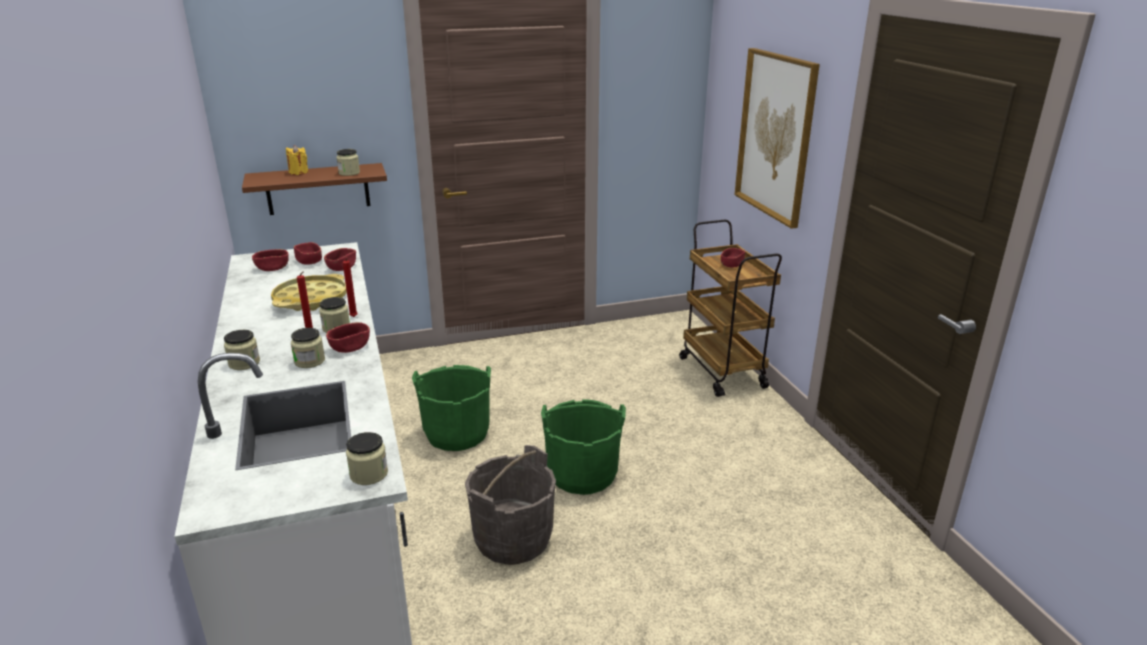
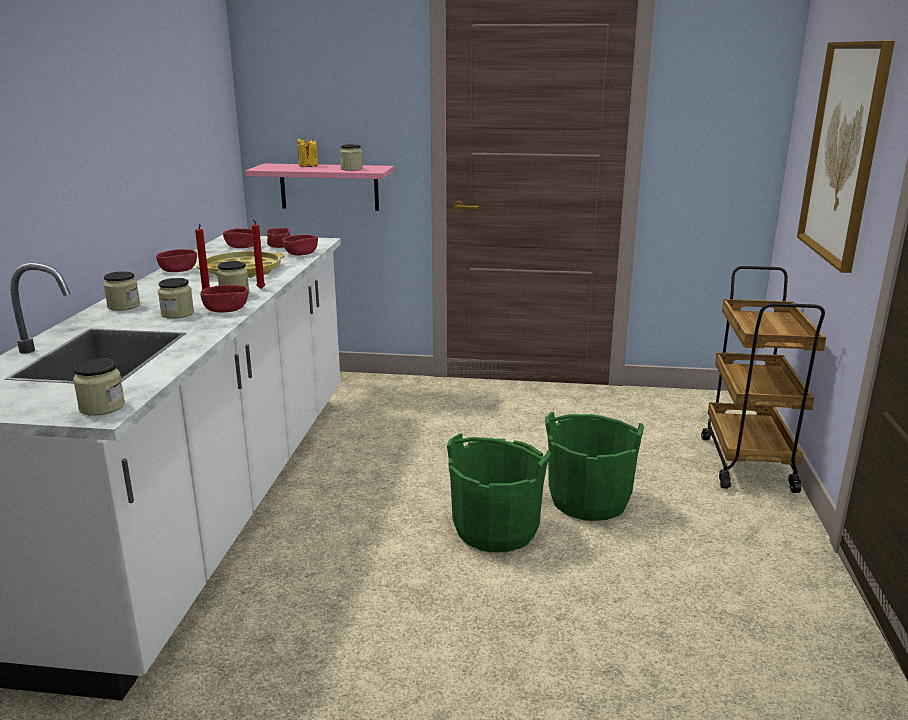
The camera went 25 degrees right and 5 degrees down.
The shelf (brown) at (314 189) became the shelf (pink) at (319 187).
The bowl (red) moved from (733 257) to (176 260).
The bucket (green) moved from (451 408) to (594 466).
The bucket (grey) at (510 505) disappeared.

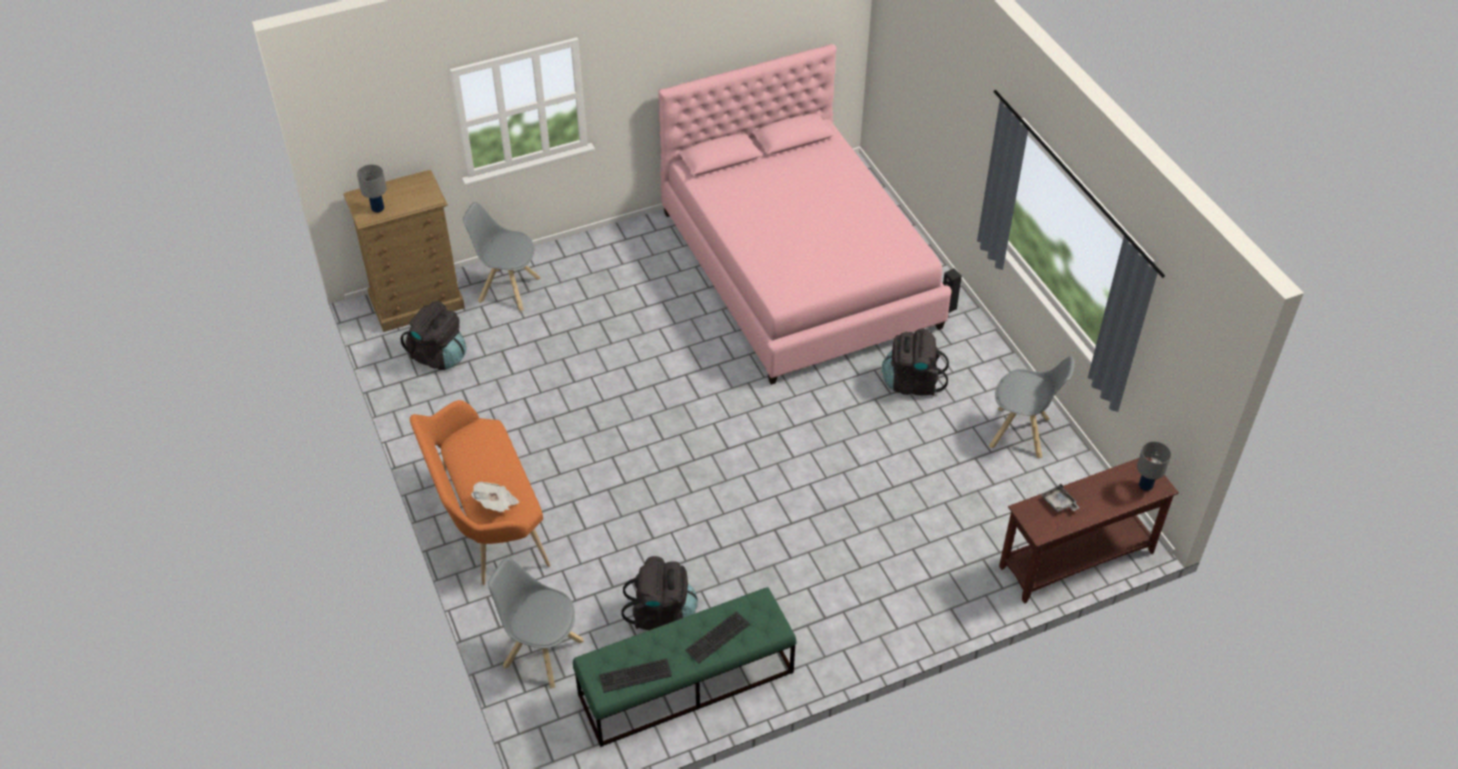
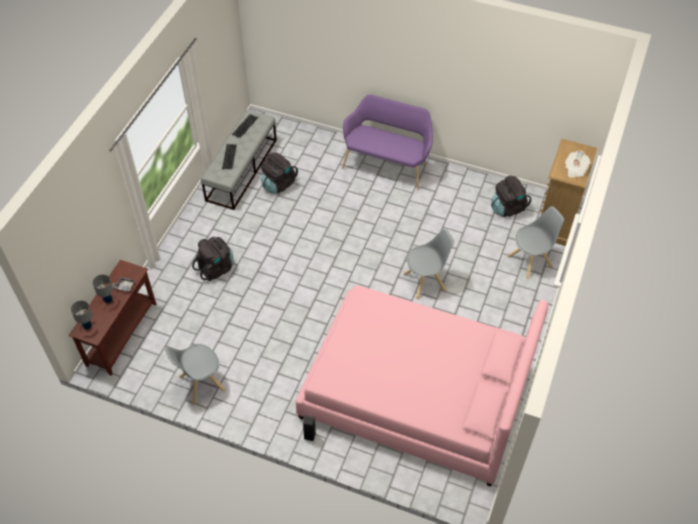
The camera went 135 degrees right and 5 degrees up.
The table lamp (grey) moved from (372 188) to (102 288).
The backpack (black) moved from (915 362) to (213 259).
The bench (orange) at (480 492) became the bench (purple) at (387 143).
The newspaper moved from (495 497) to (577 163).
The chair (grey) moved from (536 623) to (429 264).
The bench (green) at (685 667) became the bench (grey) at (239 160).

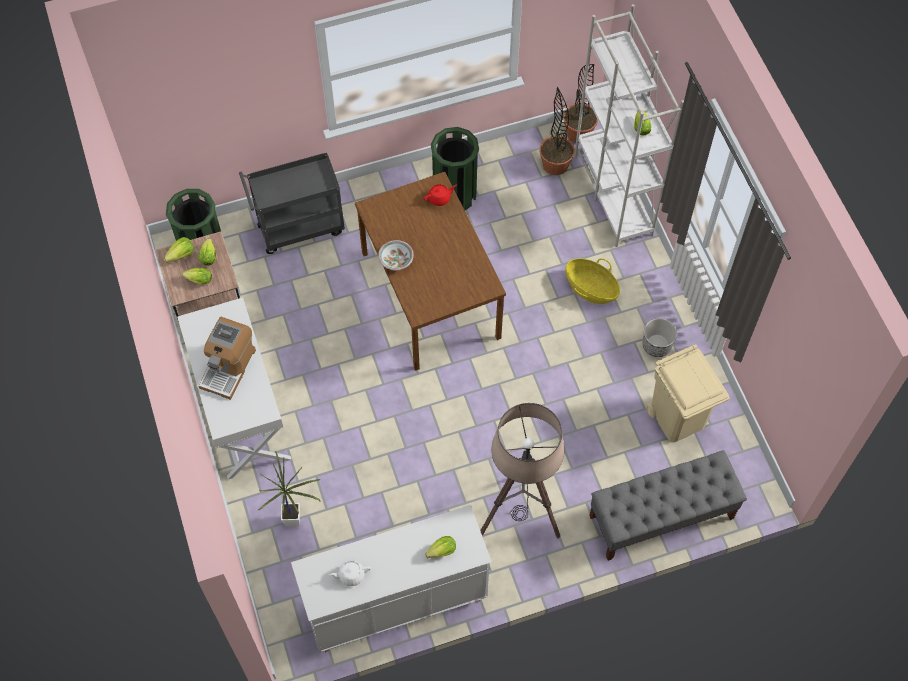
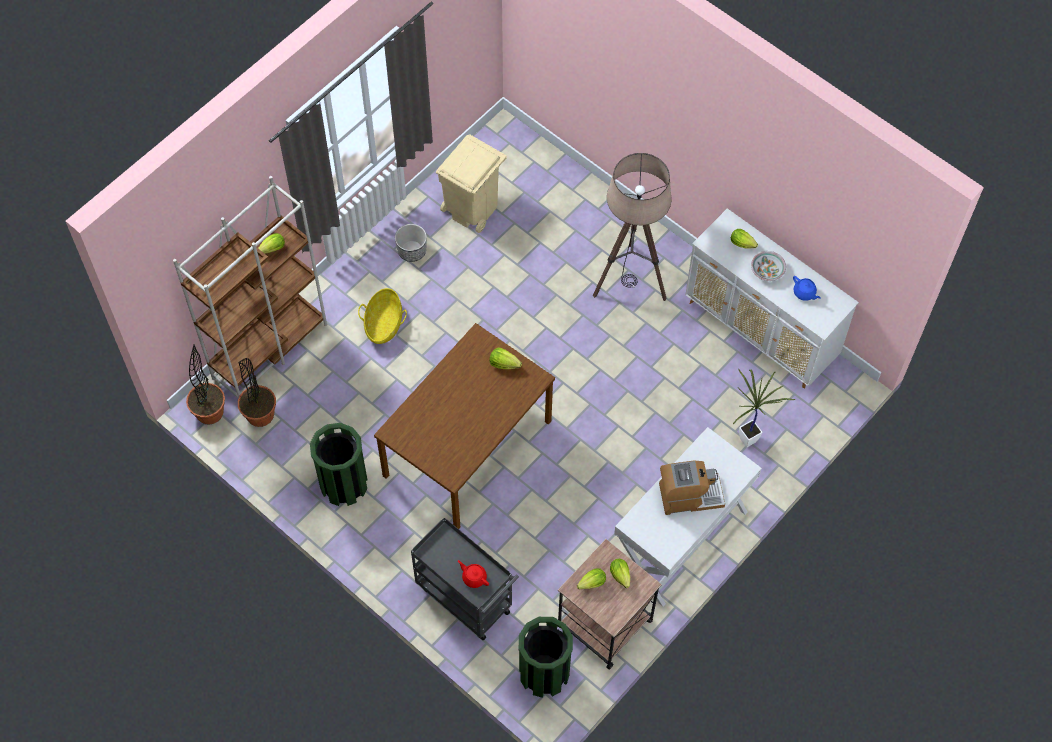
The camera went 120 degrees left and 0 degrees up.
The bookcase (white) at (629 125) became the bookcase (brown) at (250 287).
The teapot (red) moved from (440 195) to (473 574).
The lettuce moved from (179 250) to (505 358).
The bowl moved from (396 255) to (768 266).
The bench (grey) at (668 505) disappeared.
The teapot (white) at (350 573) became the teapot (blue) at (807 288).

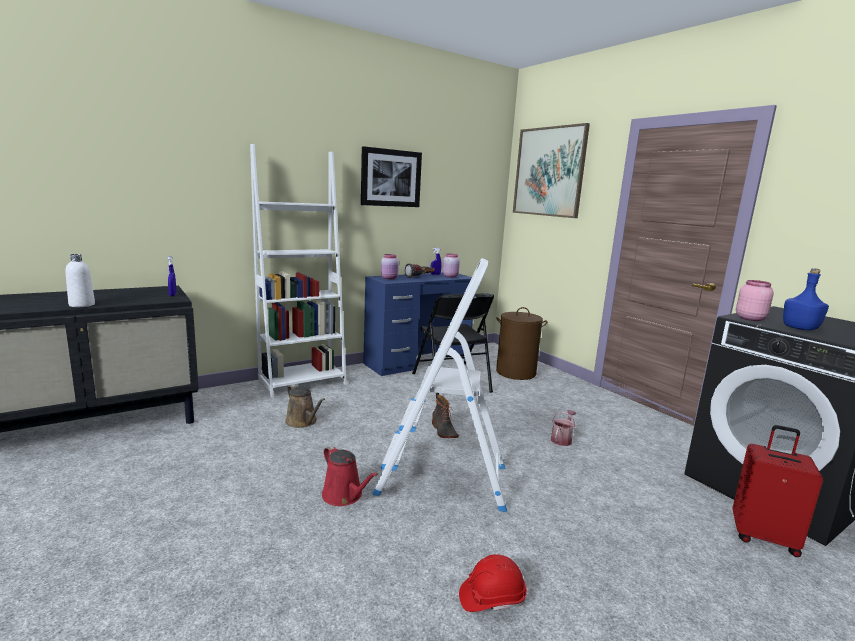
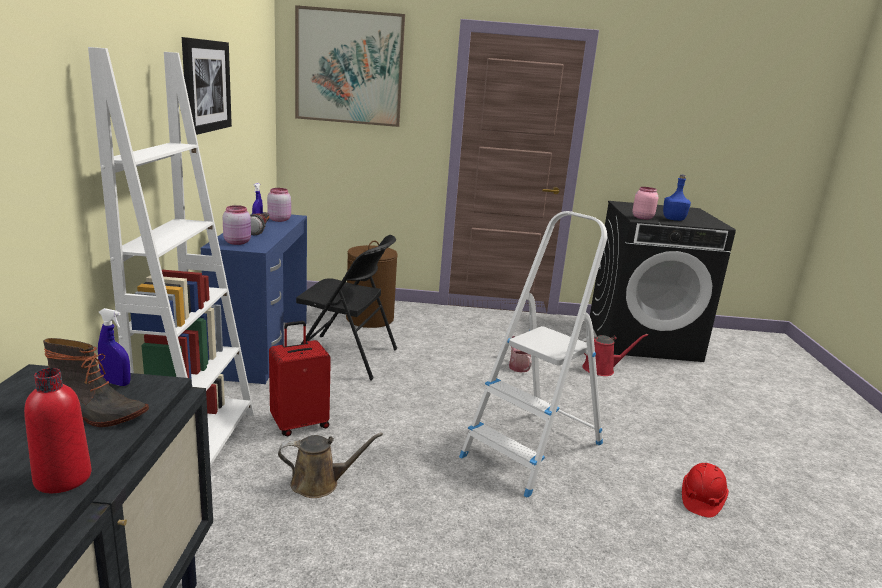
The camera went 55 degrees left and 5 degrees up.
The bottle (white) at (80 280) became the bottle (red) at (58 430).
The boot moved from (445 416) to (96 382).
The suitcase (red) moved from (777 491) to (300 378).
The watering can (red) moved from (350 475) to (614 355).

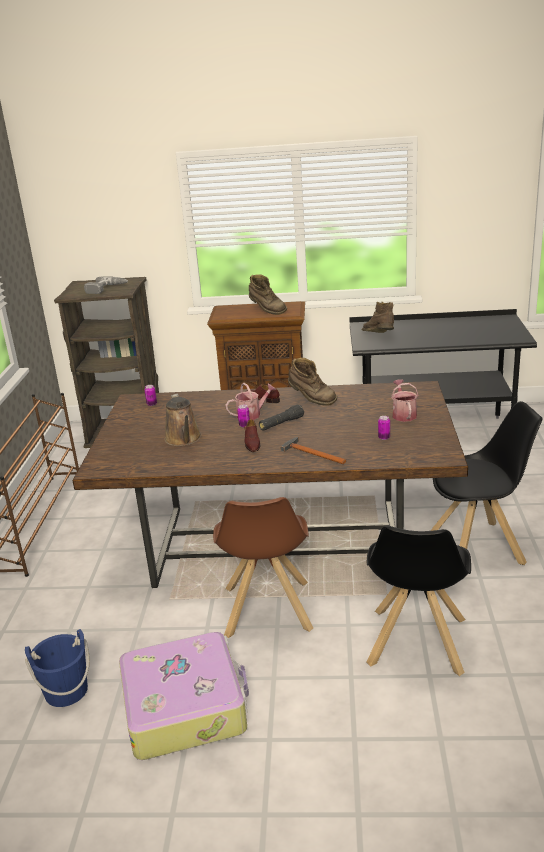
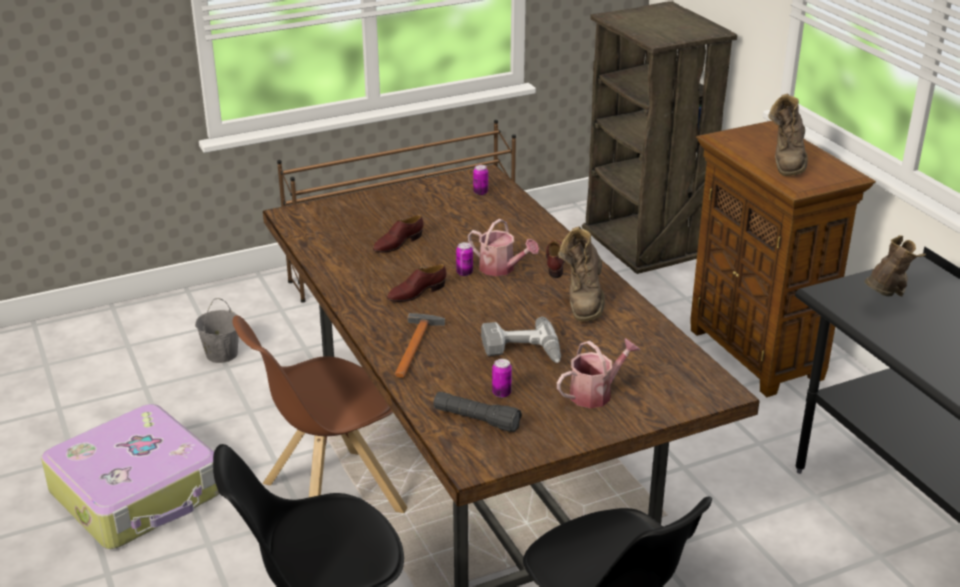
The camera went 60 degrees right and 5 degrees up.
The power drill moved from (106 285) to (521 340).
The watering can (brown) at (183 420) was replaced by the shoe (brown) at (398 234).
The flashlight (black) moved from (281 418) to (477 412).
The bucket (blue) at (57 668) disappeared.
The bucket (grey) at (217 330) appeared.

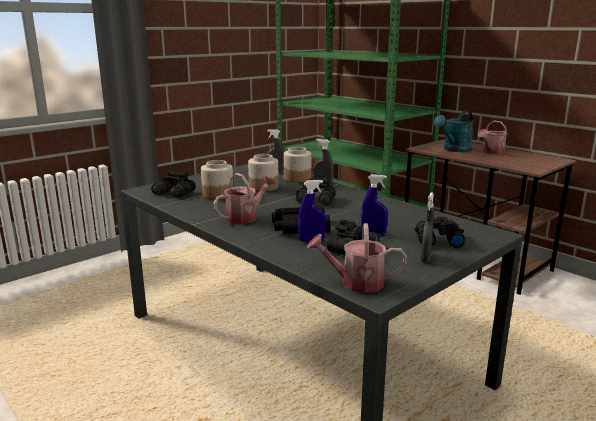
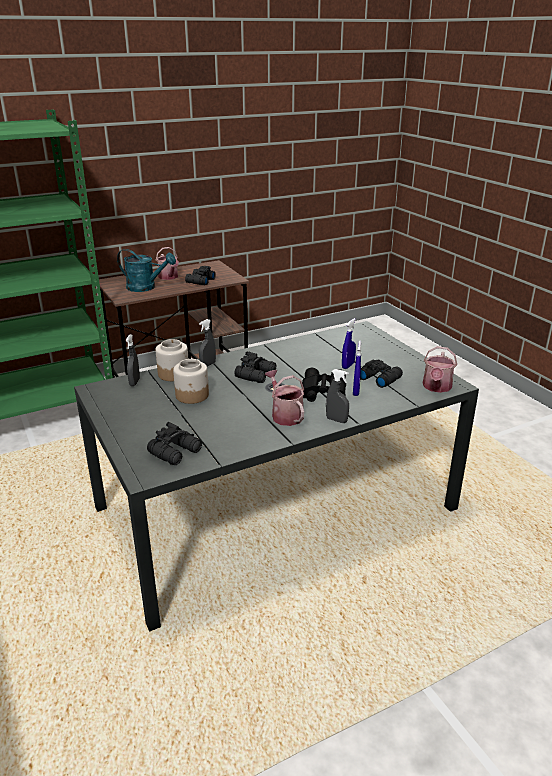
The camera went 75 degrees left and 10 degrees up.
The watering can (turquoise) at (454 131) turned 45 degrees counterclockwise.
The jar at (217 180) disappeared.
The spray bottle (grey) moved from (427 228) to (337 396).
The binoculars (black) moved from (440 232) to (200 275).

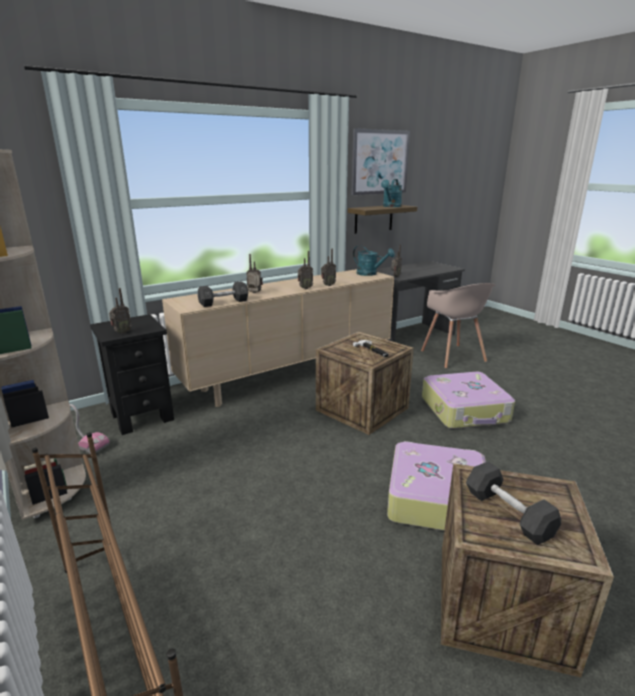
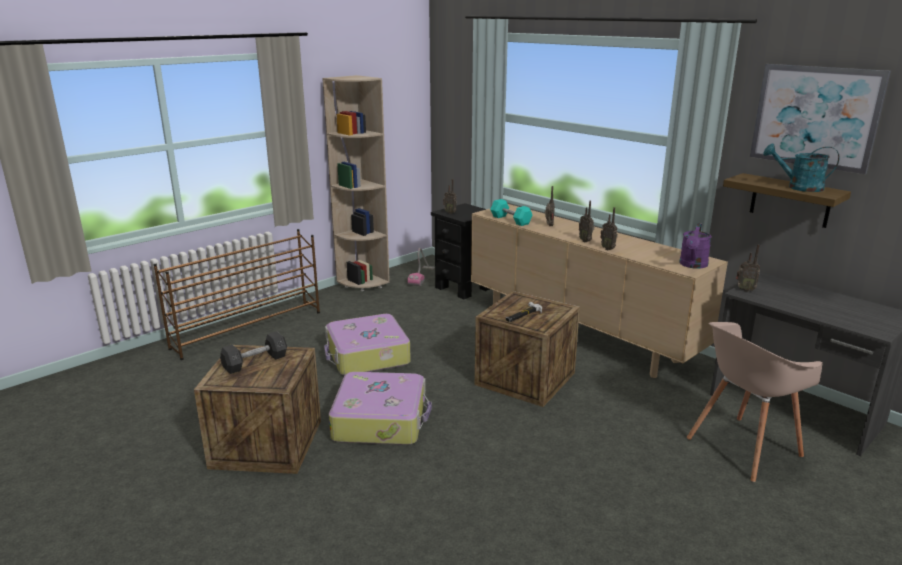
The camera went 80 degrees right and 0 degrees up.
The watering can (turquoise) at (374 260) became the watering can (purple) at (695 246).
The dumbbell (grey) at (222 294) became the dumbbell (turquoise) at (511 212).
The suitcase moved from (468 400) to (367 344).

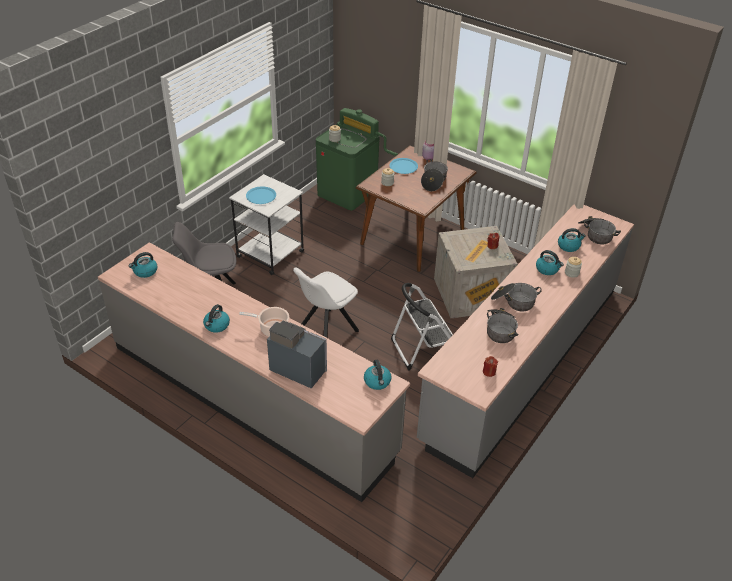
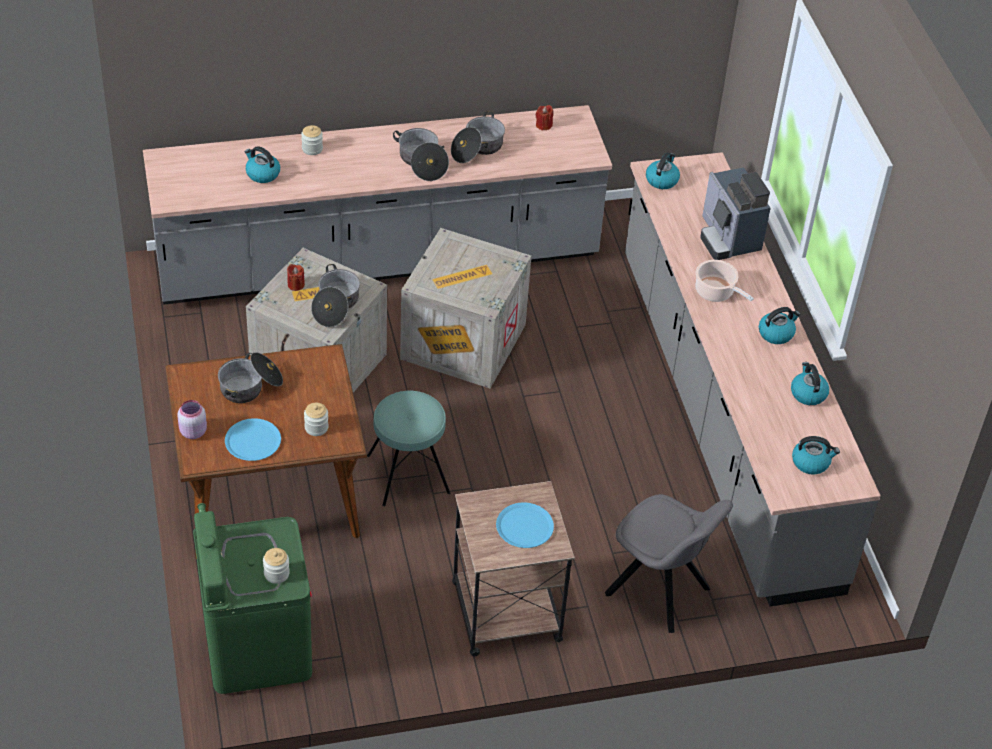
The camera went 140 degrees left and 5 degrees up.
The cart (white) at (266 224) became the cart (brown) at (513 569).
The cooking pot moved from (599 230) to (335 295).
The kettle moved from (550 262) to (810 383).
The chair (white) at (326 302) disappeared.
The step ladder at (422 327) was replaced by the crate at (465 308).
The stool (turquoise) at (408 448) appeared.

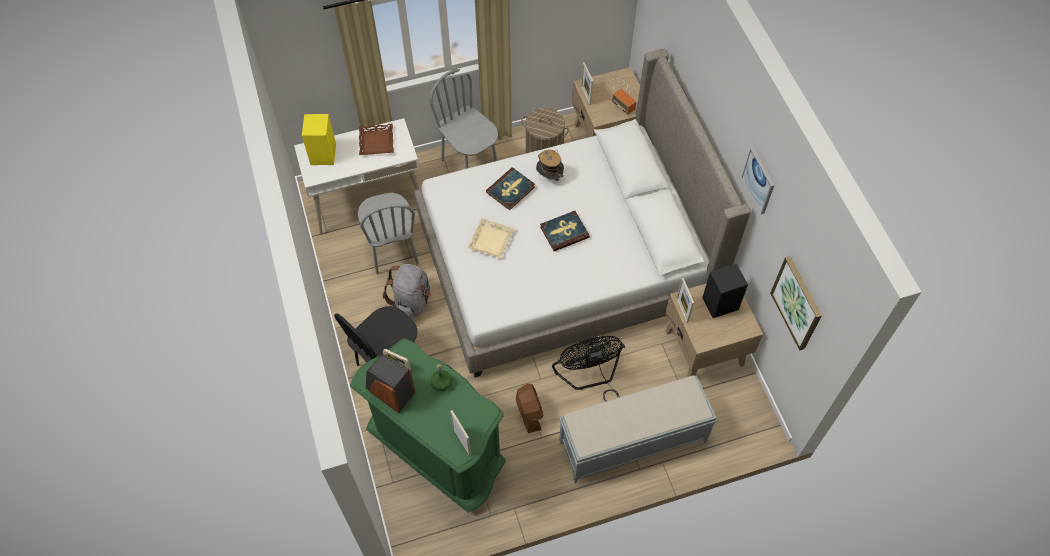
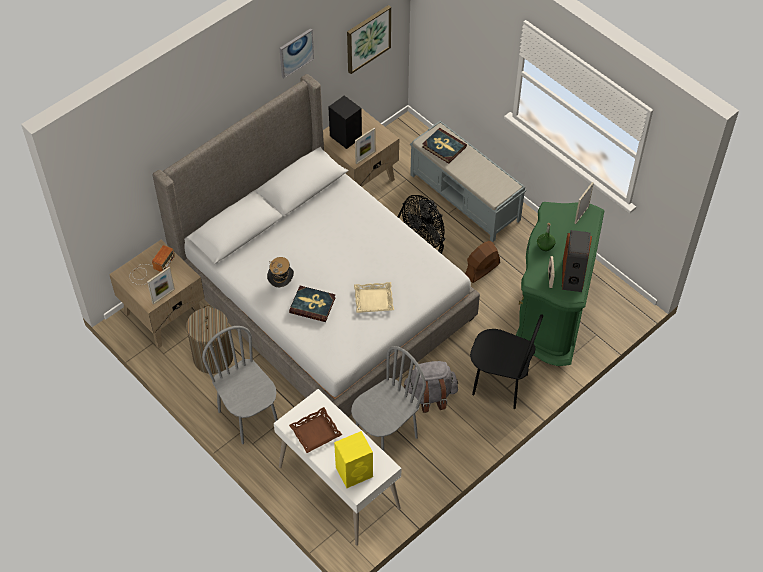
The camera went 115 degrees left and 5 degrees down.
The chair (grey) at (463 119) turned 120 degrees clockwise.
The book moved from (565 231) to (444 146).

